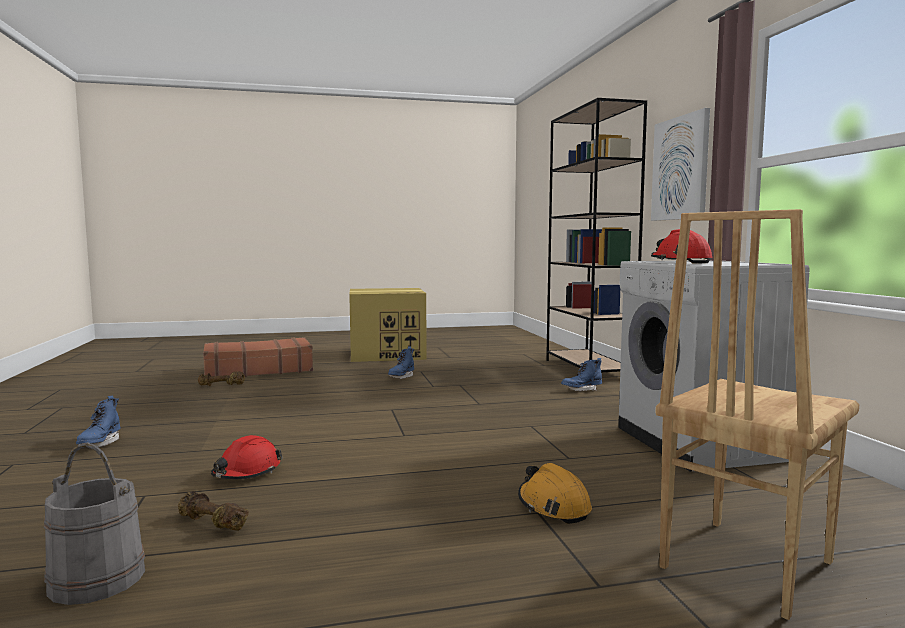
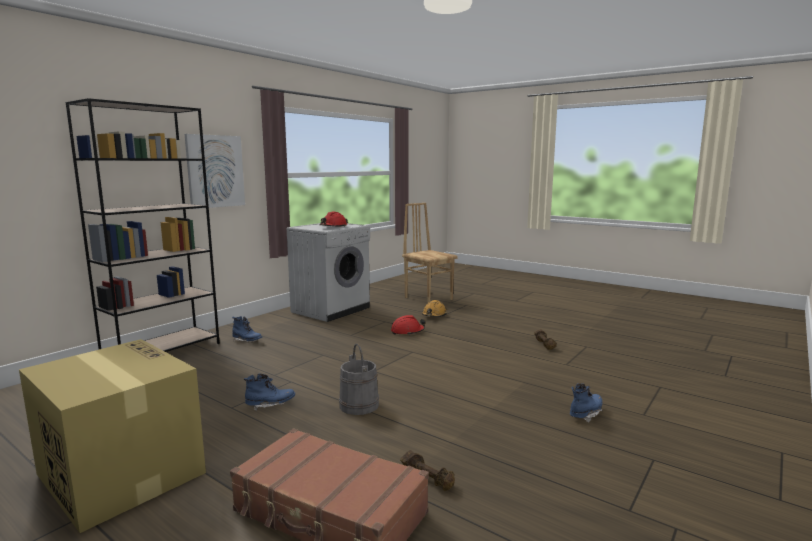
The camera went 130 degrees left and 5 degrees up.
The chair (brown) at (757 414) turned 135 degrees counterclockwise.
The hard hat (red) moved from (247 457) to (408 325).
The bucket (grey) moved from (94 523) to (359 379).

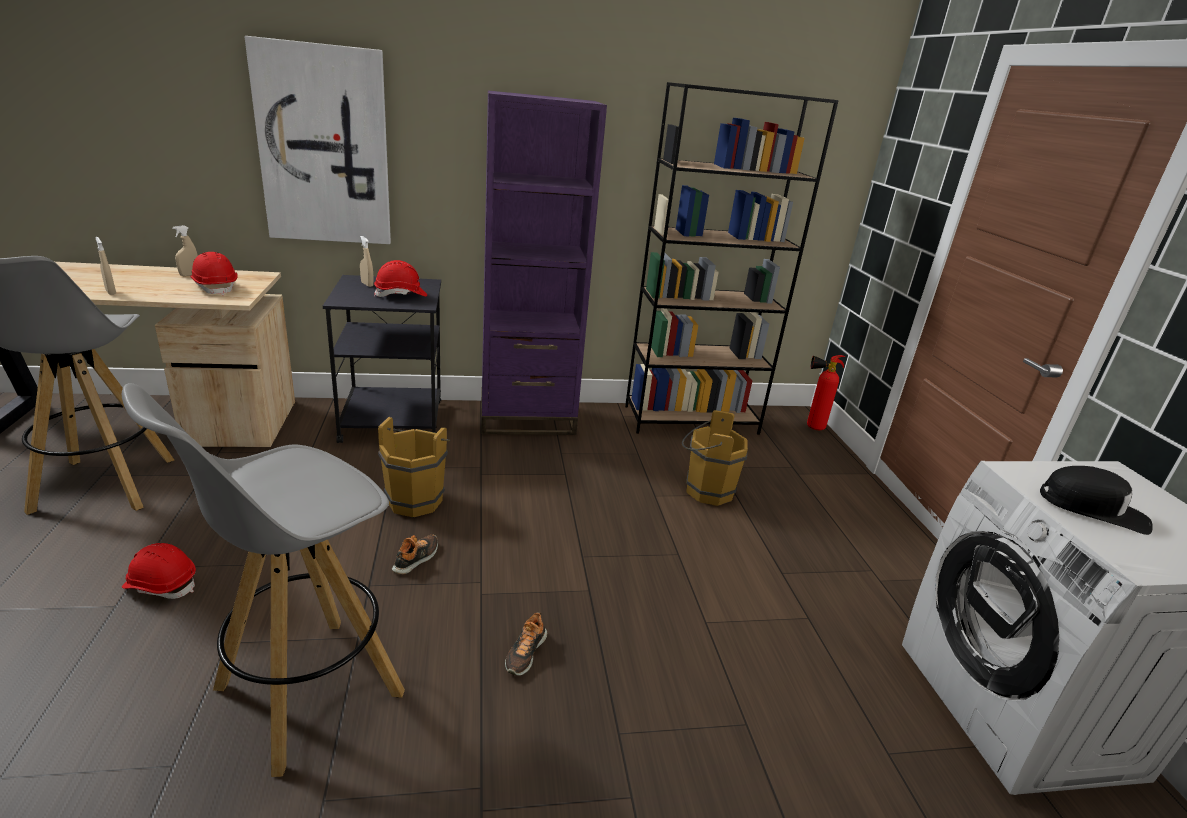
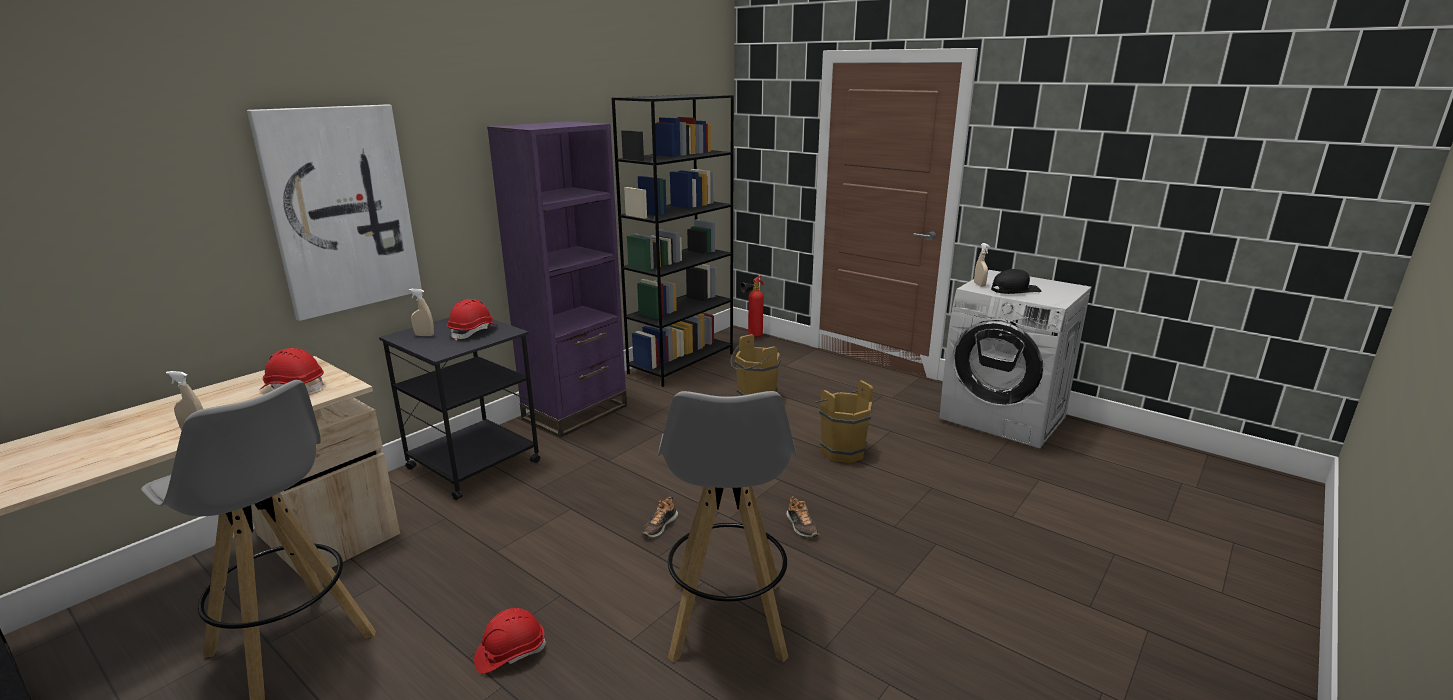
The camera went 40 degrees left and 5 degrees down.
The bookcase (beige) at (732 258) became the bookcase (black) at (673 240).
The spray bottle (beige) moved from (185 250) to (982 265).
The bucket (brown) moved from (414 467) to (844 421).
The shoe at (415 554) turned 135 degrees counterclockwise.

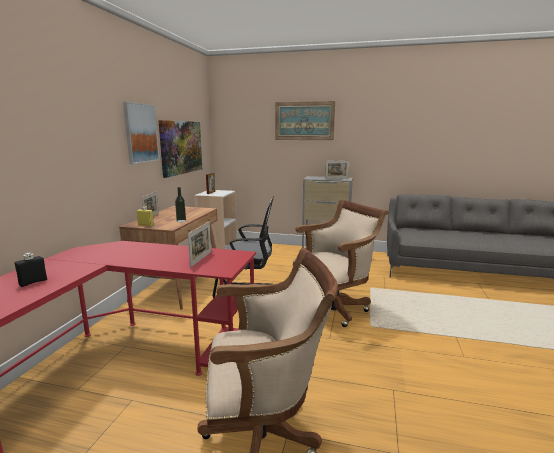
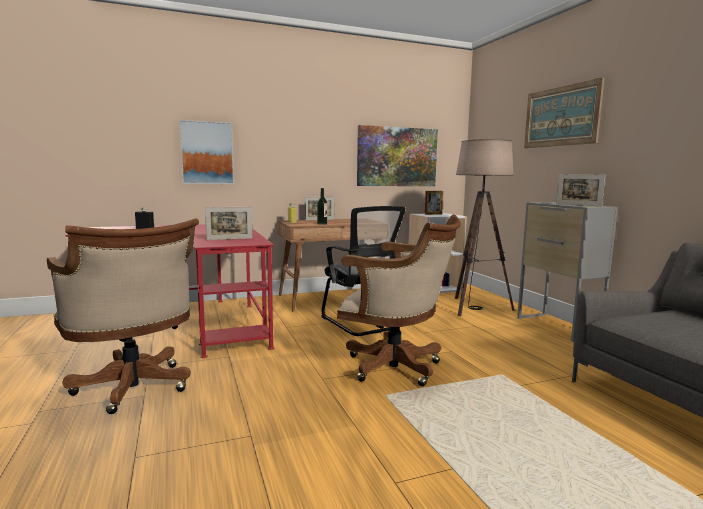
The camera went 55 degrees right and 5 degrees down.
The picture moved from (141 133) to (206 152).
The floor lamp at (485 227) appeared.

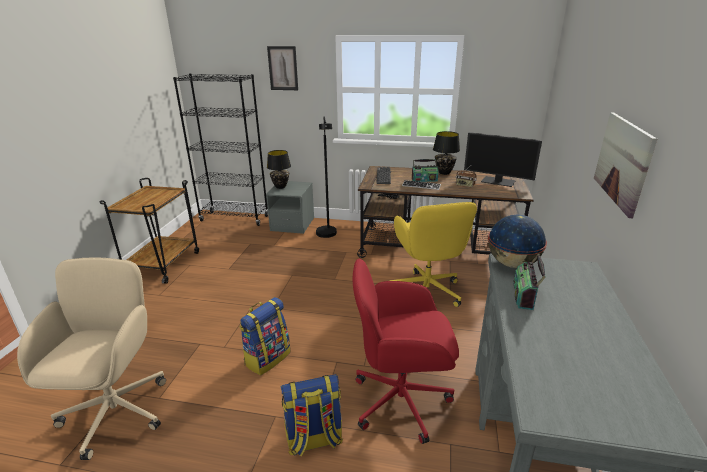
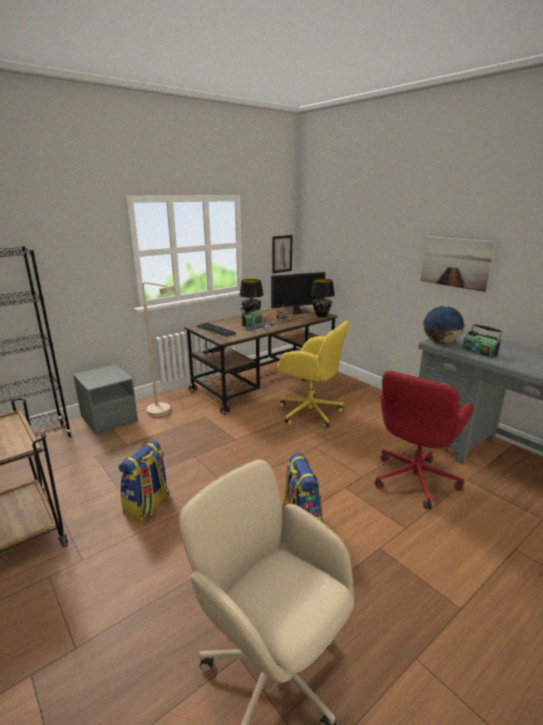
The camera went 50 degrees left and 5 degrees down.
The picture moved from (282 68) to (282 254).
The floor lamp (black) at (326 177) became the floor lamp (beige) at (159 349).
The table lamp (black) moved from (279 169) to (322 298).
The backpack moved from (311 415) to (144 481).

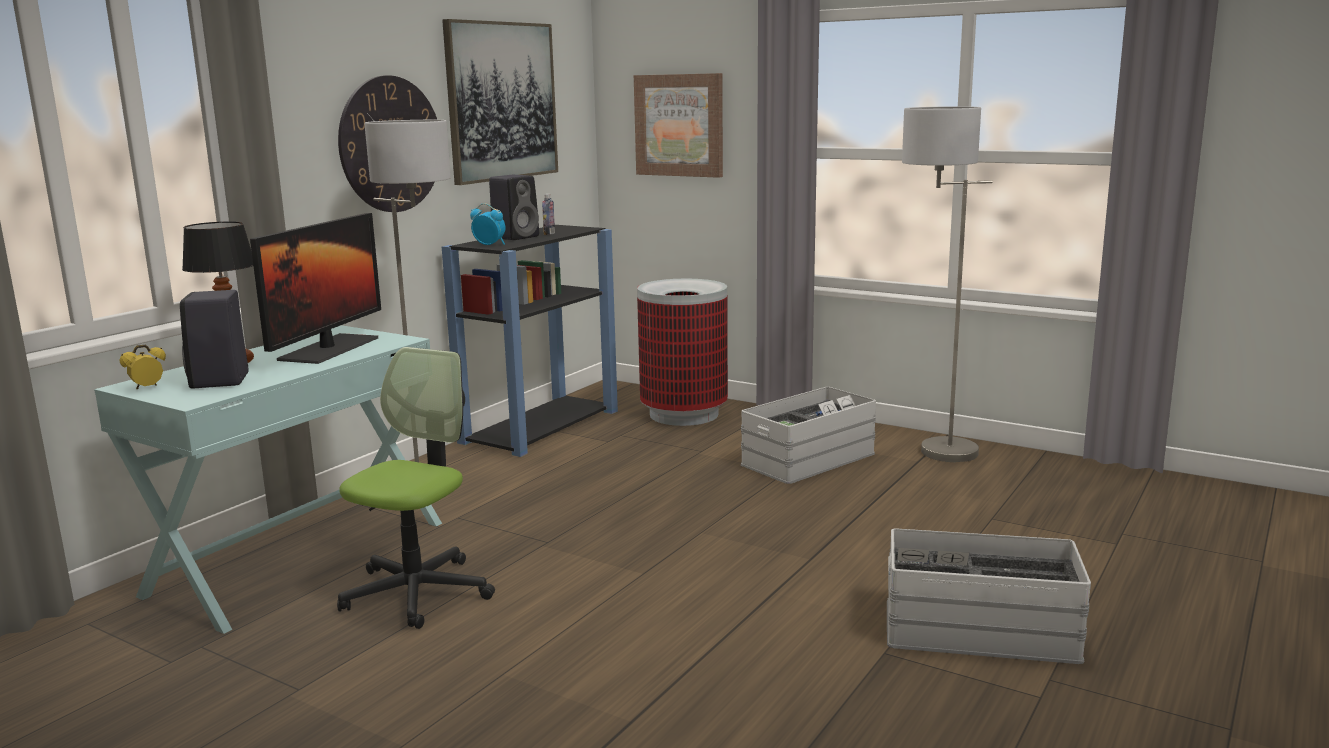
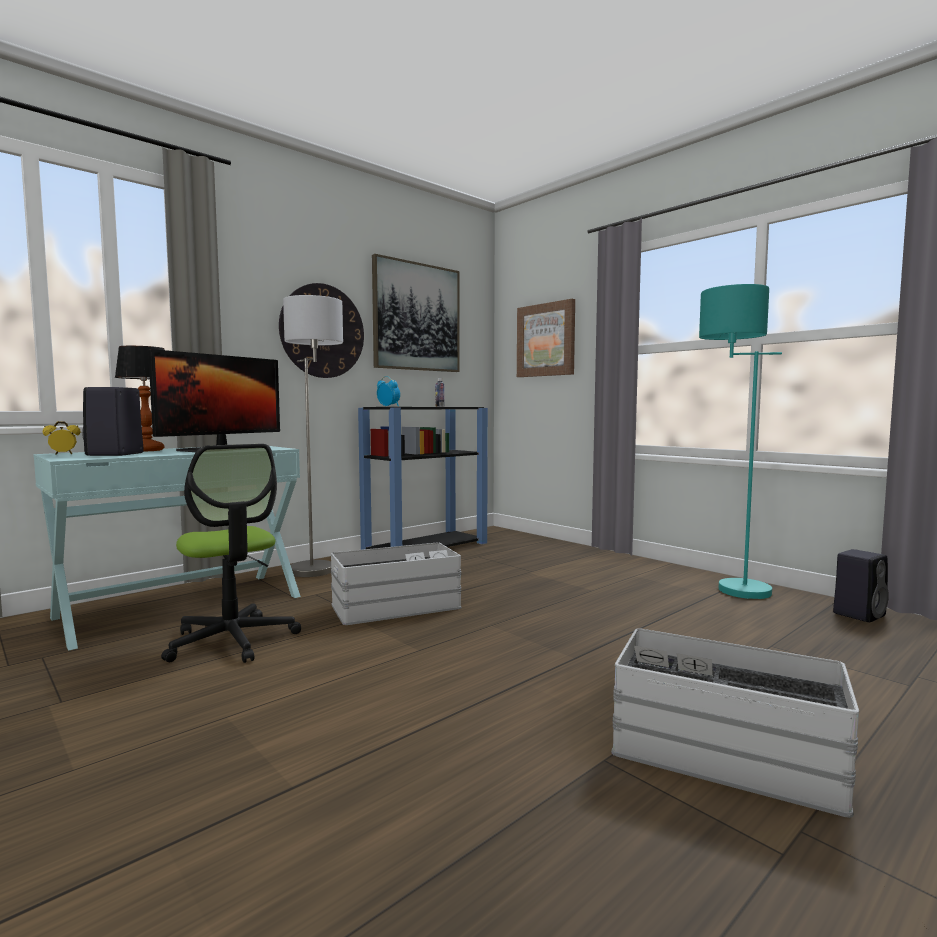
The camera went 15 degrees right and 10 degrees down.
The floor lamp (grey) at (947 284) became the floor lamp (turquoise) at (740 441).
The speaker (black) moved from (514 207) to (861 585).
The trash can at (682 352) disappeared.
The office chair at (416 488) turned 105 degrees clockwise.
The storage box (grey) moved from (808 435) to (396 583).

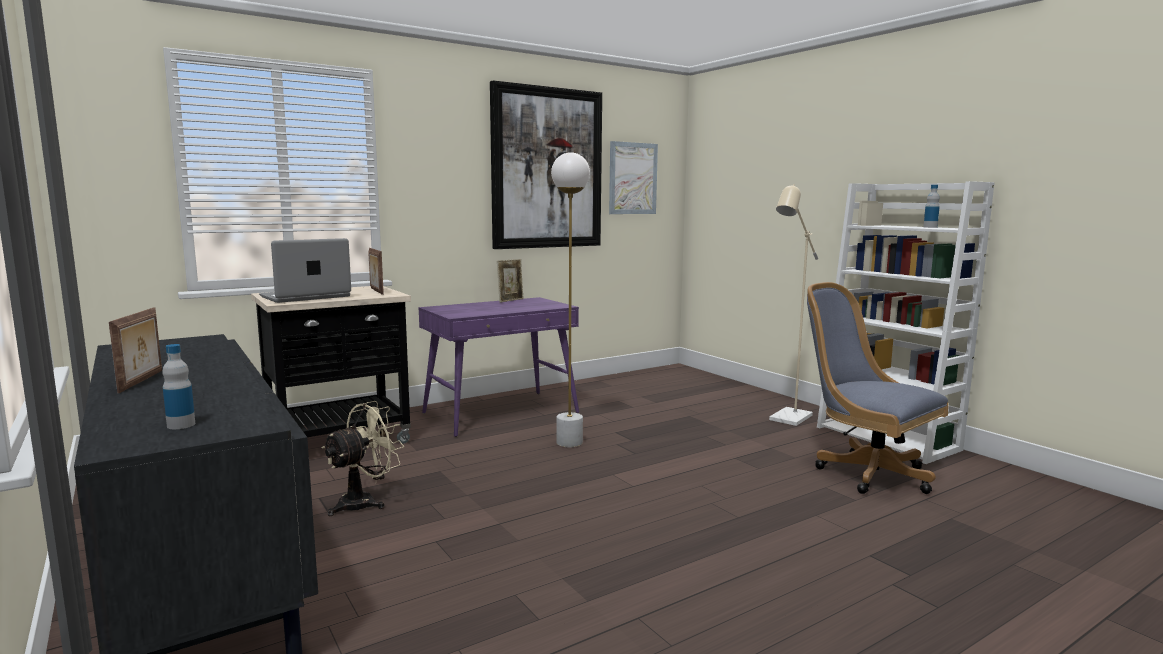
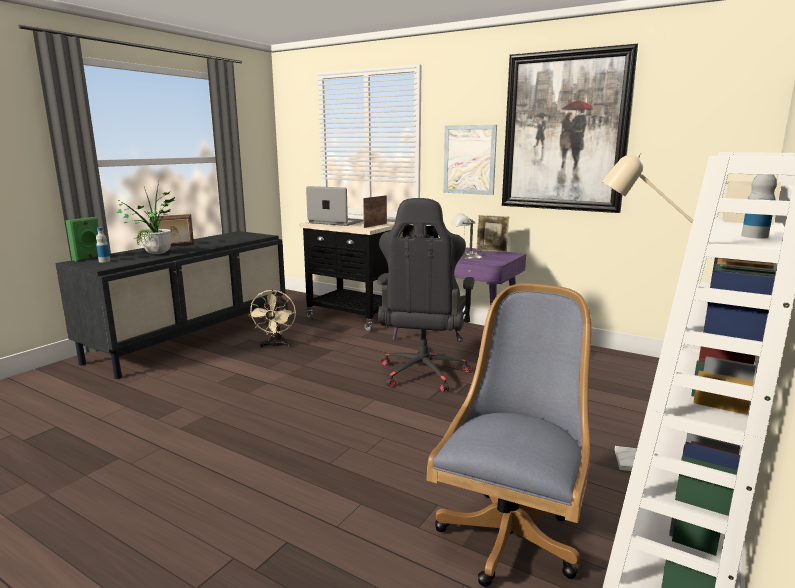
The camera went 65 degrees right and 5 degrees up.
The picture moved from (633 177) to (470 160).
The floor lamp (white) at (570 299) was replaced by the office chair (black) at (425 295).
The fan (beige) at (363 458) turned 75 degrees clockwise.
The potted plant at (146 215) appeared.
The table lamp (white) at (466 236) appeared.
The speaker (green) at (82 239) appeared.

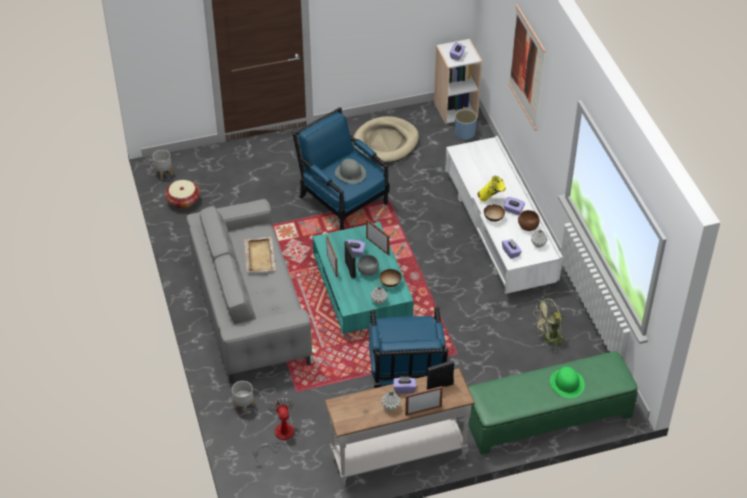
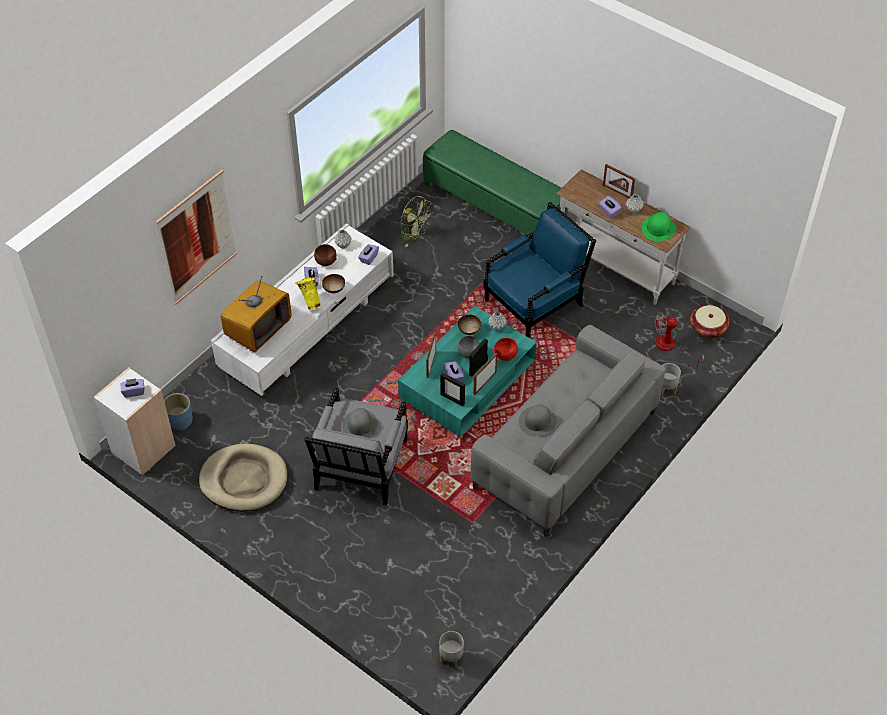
The camera went 125 degrees left and 5 degrees up.
The armchair (blue) at (340 168) became the armchair (grey) at (356 447).
The basket moved from (182 194) to (709 321).
The tray (beige) at (260 254) was replaced by the hat (grey) at (538 421).
The picture frame moved from (440 375) to (452 389).
The hat (green) moved from (567 382) to (659 226).
The fan at (273 427) turned 45 degrees clockwise.
The television at (256 314) appeared.
The bowl (red) at (506 349) appeared.

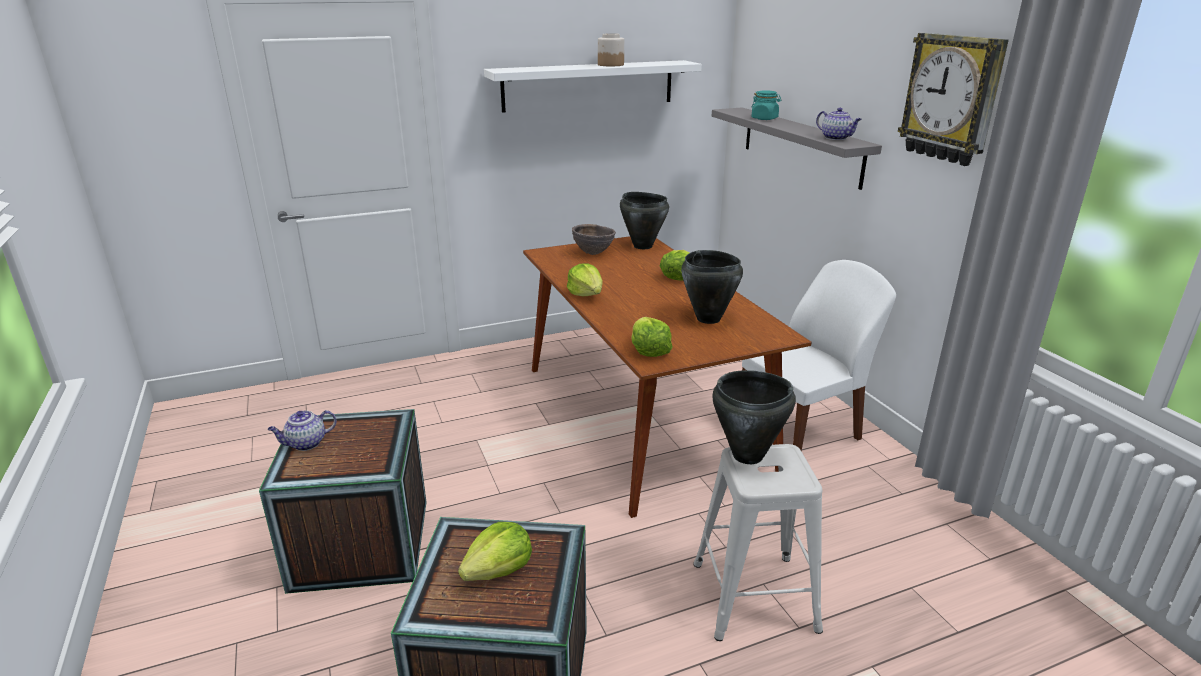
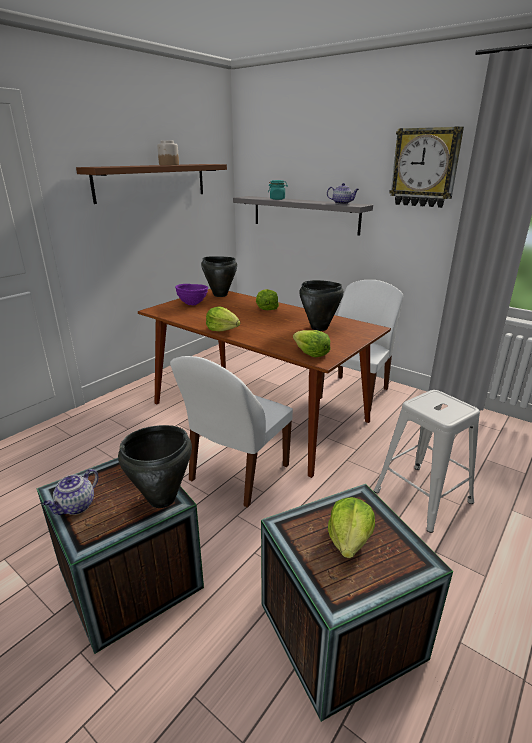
The camera went 30 degrees left and 0 degrees up.
The shelf (white) at (593 86) became the shelf (brown) at (151 184).
The bowl (brown) at (594 239) became the bowl (purple) at (191 295).
The cooking pot (black) moved from (754 417) to (155 466).
The chair (white) at (231 432) appeared.

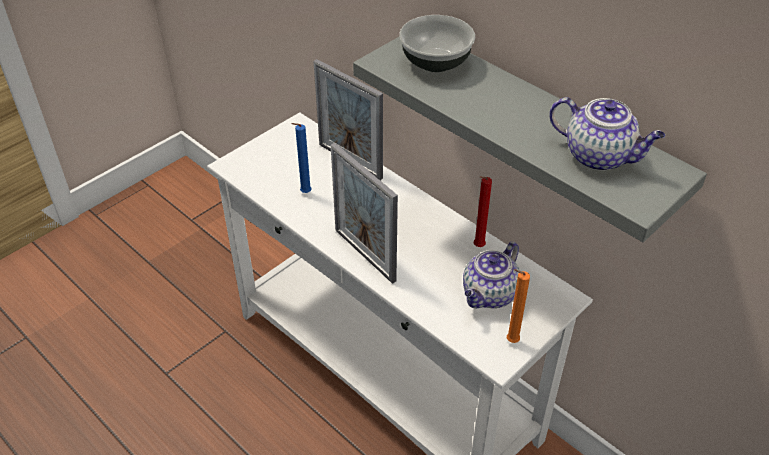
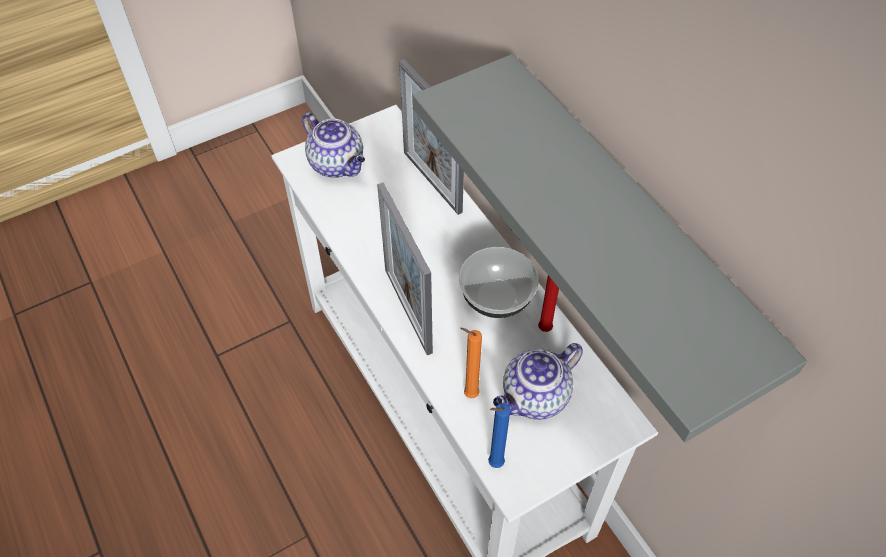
The camera went 15 degrees right and 10 degrees up.
The bowl moved from (437 43) to (499 282).
The teapot moved from (607 134) to (333 145).
The candle (blue) moved from (301 158) to (499 435).
The candle (orange) moved from (518 306) to (471 363).

